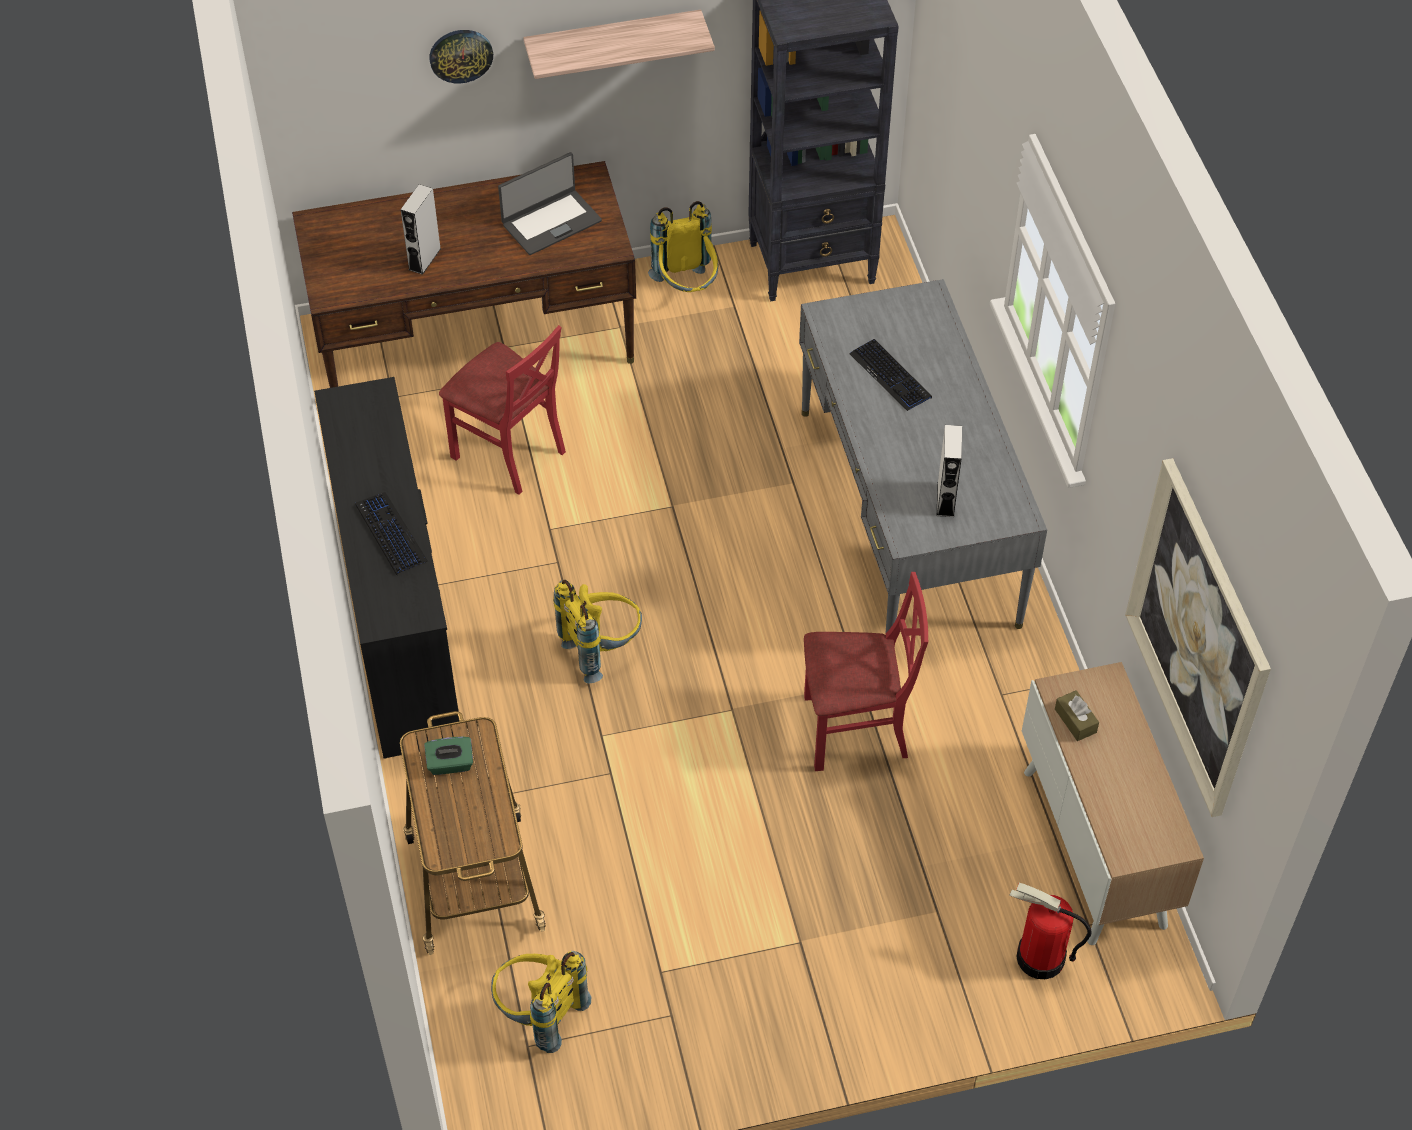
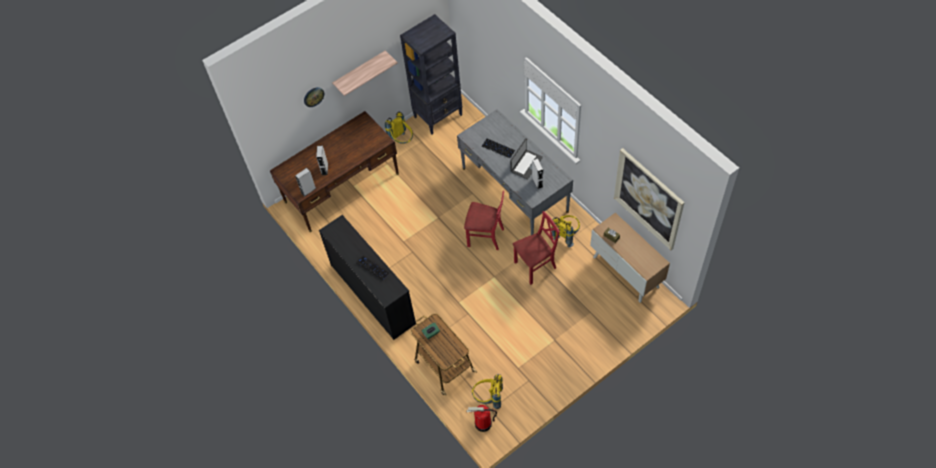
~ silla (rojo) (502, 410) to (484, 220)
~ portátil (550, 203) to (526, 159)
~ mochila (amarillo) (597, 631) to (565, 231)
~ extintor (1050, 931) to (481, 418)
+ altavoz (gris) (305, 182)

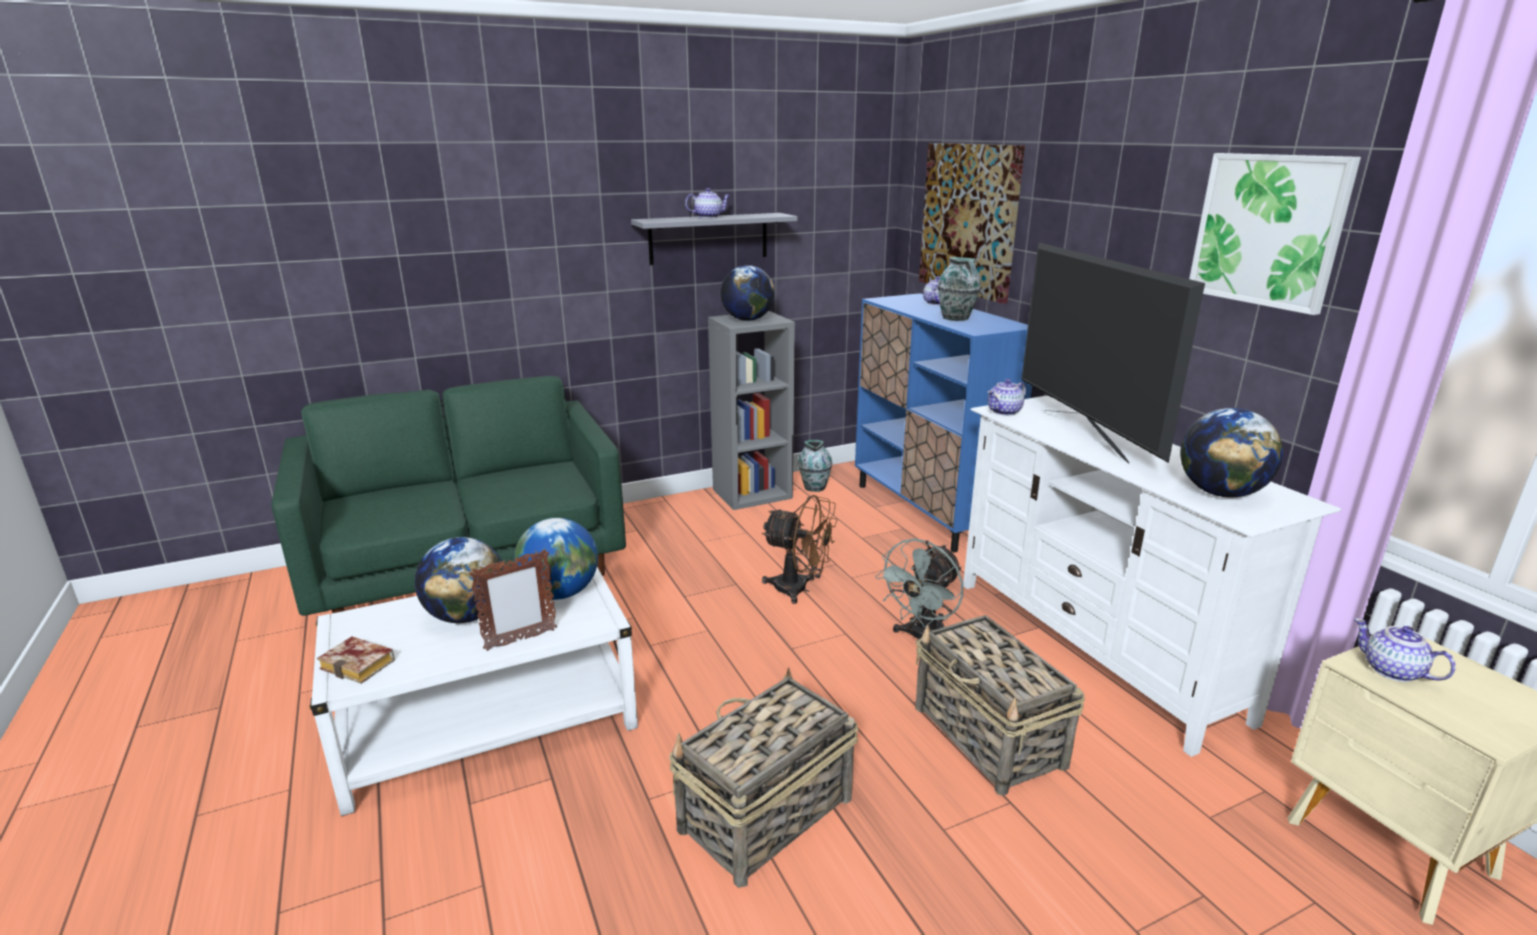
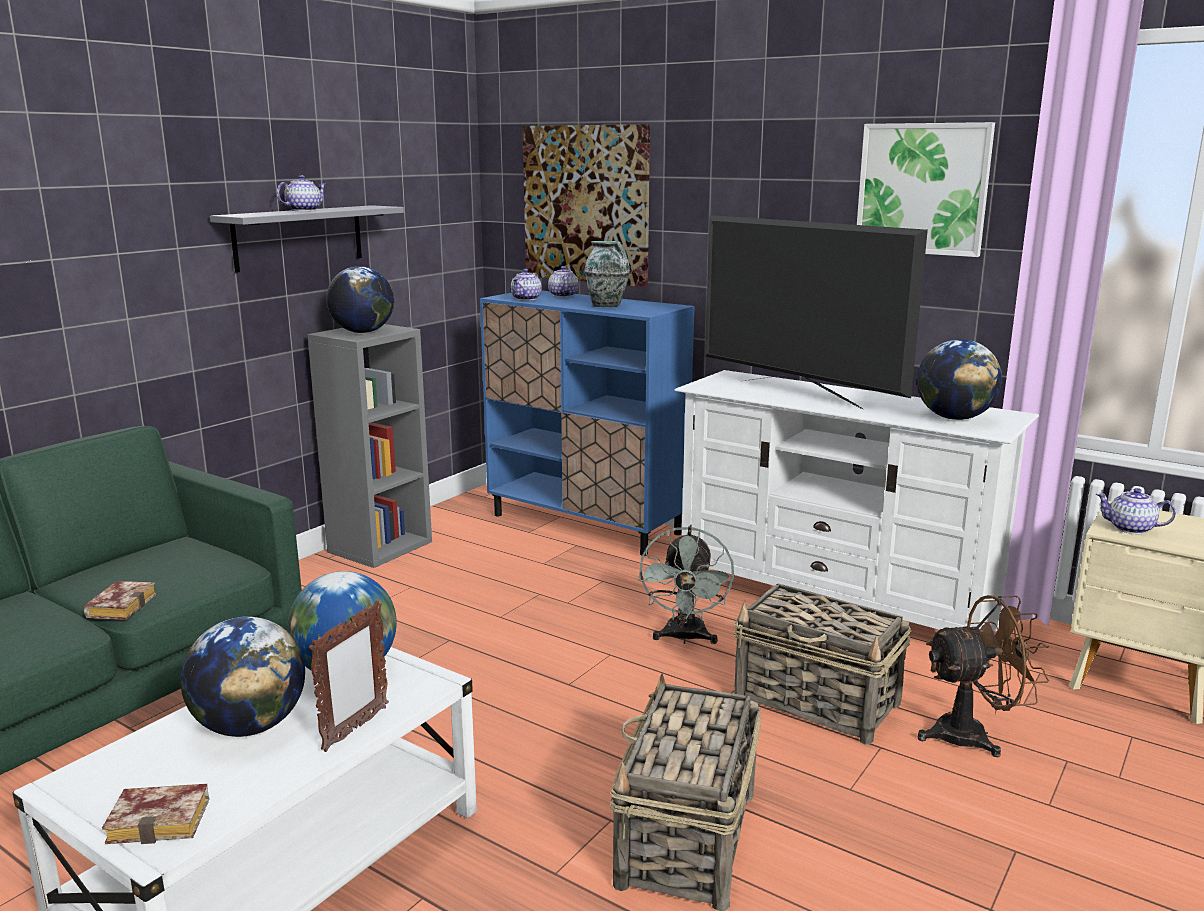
~ ventilador (marrón) (799, 549) to (983, 676)
- florero (815, 466)
~ tetera (1006, 397) to (526, 285)
+ libro (120, 600)

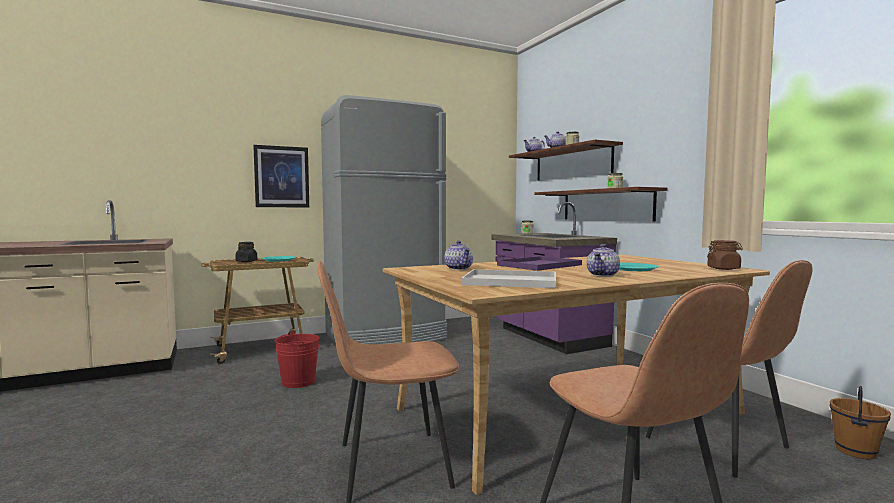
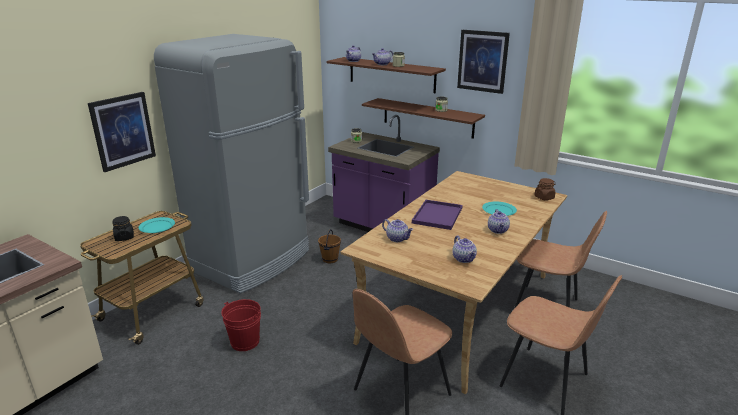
~ bandeja (blanco) (508, 278) to tetera (464, 249)
~ cubo (marrón) (860, 422) to (329, 246)
+ cuadro (483, 62)

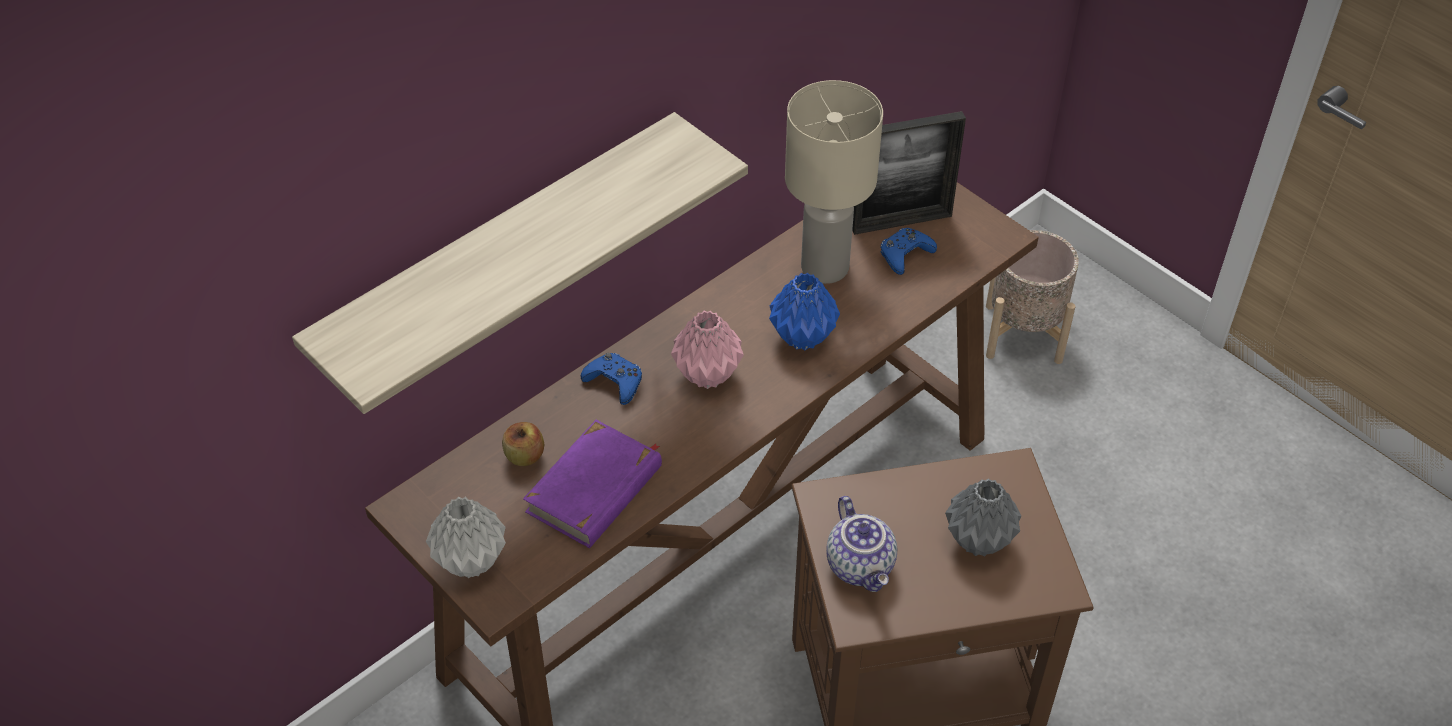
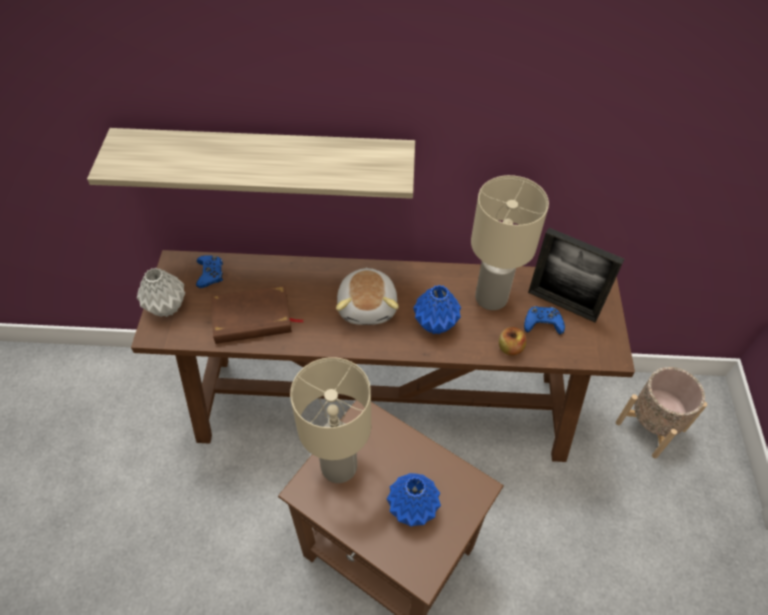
~ manzana (523, 444) to (512, 341)
~ libro (morado) (592, 484) to libro (marrón) (257, 314)
~ mando de consola (azul) (611, 379) to (209, 271)
~ florero (rosa) (707, 350) to peluche (367, 296)
~ tetera (861, 544) to lámpara de mesa (beis) (330, 420)
~ florero (gris) (983, 517) to florero (azul) (414, 499)

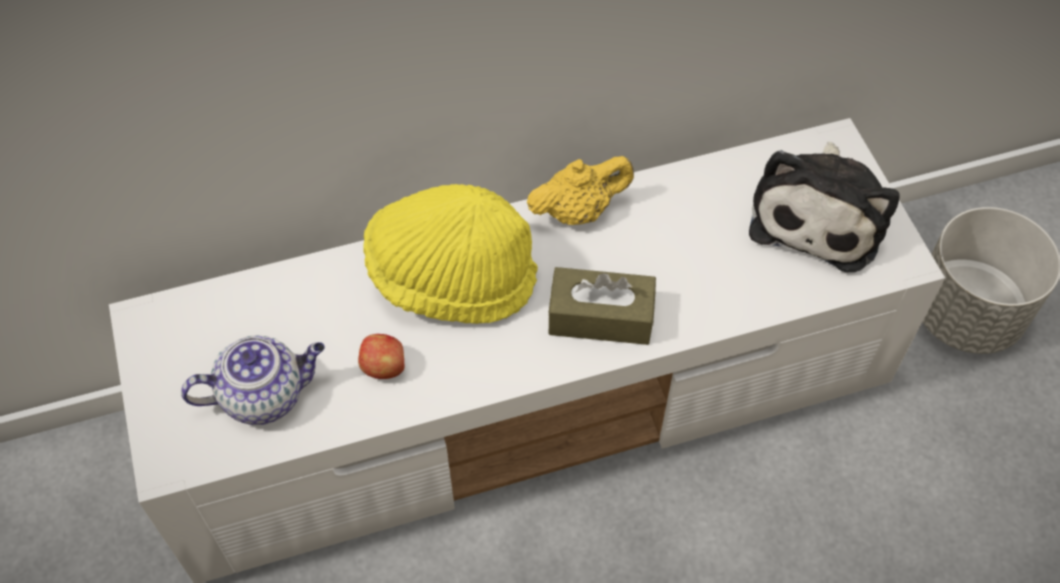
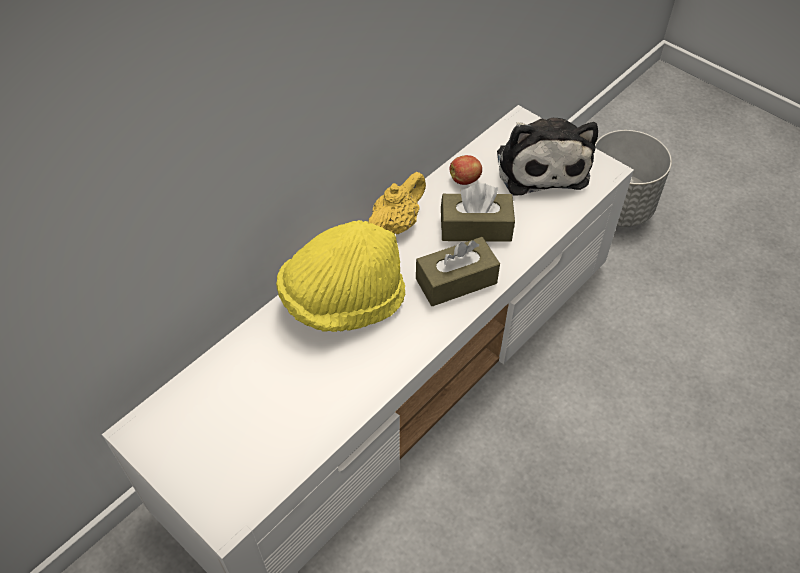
- tetera (253, 380)
~ manzana (381, 356) to (465, 170)
+ caja de pañuelos (marrón) (478, 212)

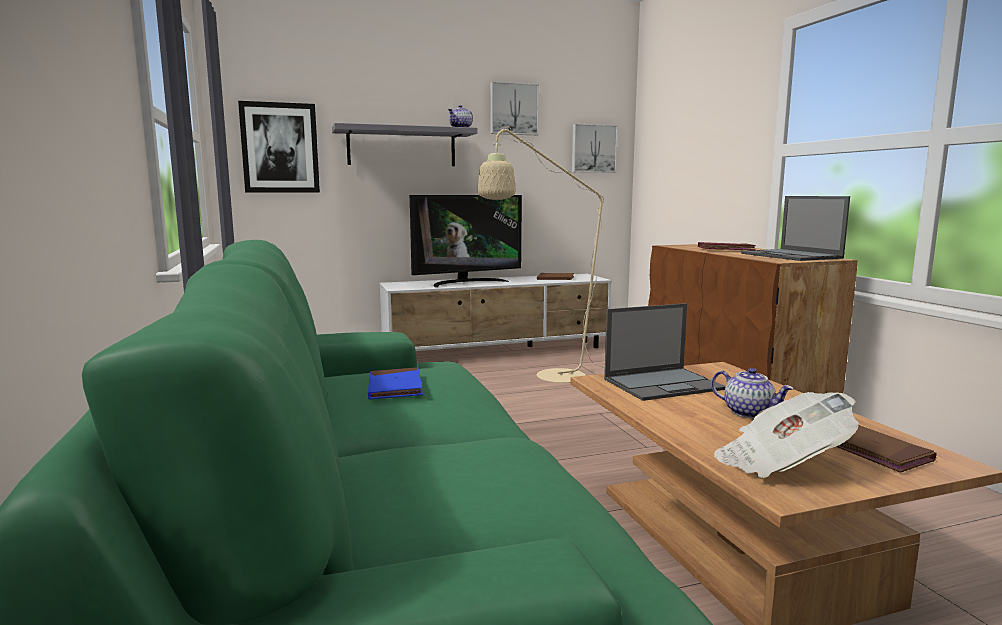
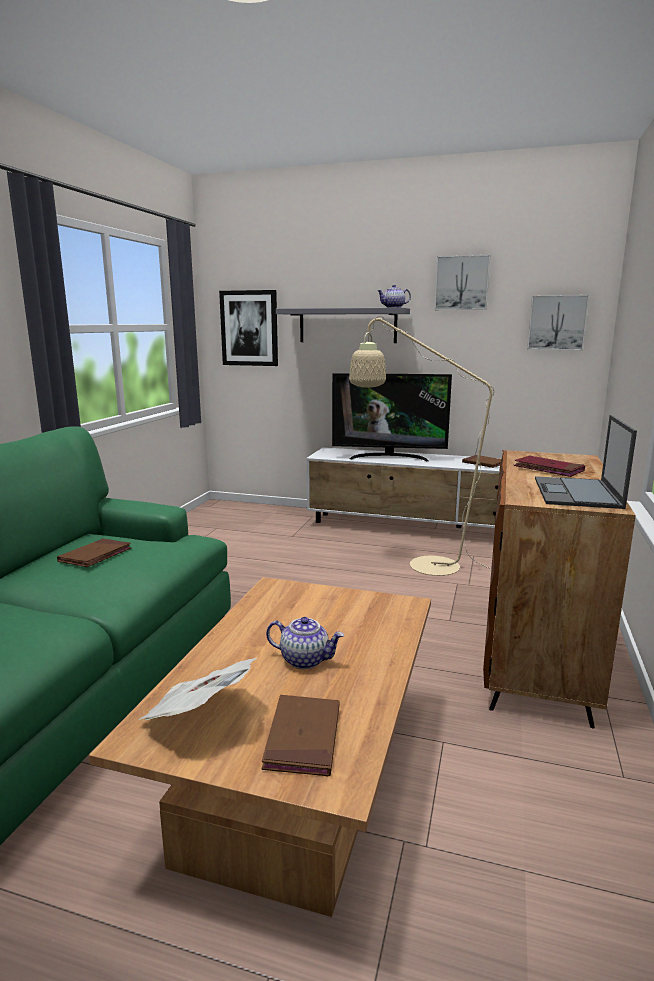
~ libro (azul) (395, 383) to libro (marrón) (94, 552)
- portátil (665, 352)
~ tetera (752, 393) = (305, 643) 60 degrees counterclockwise

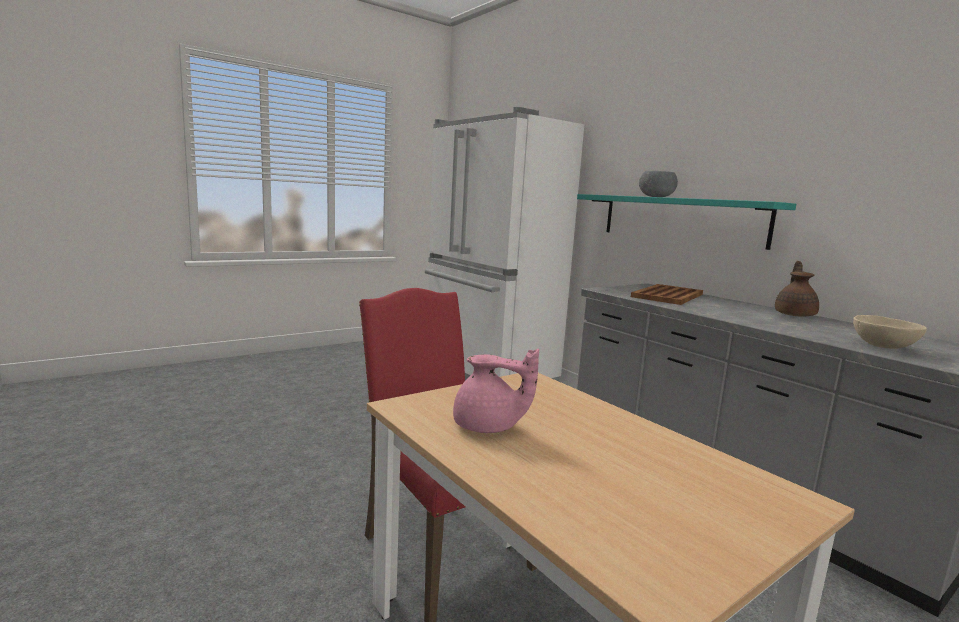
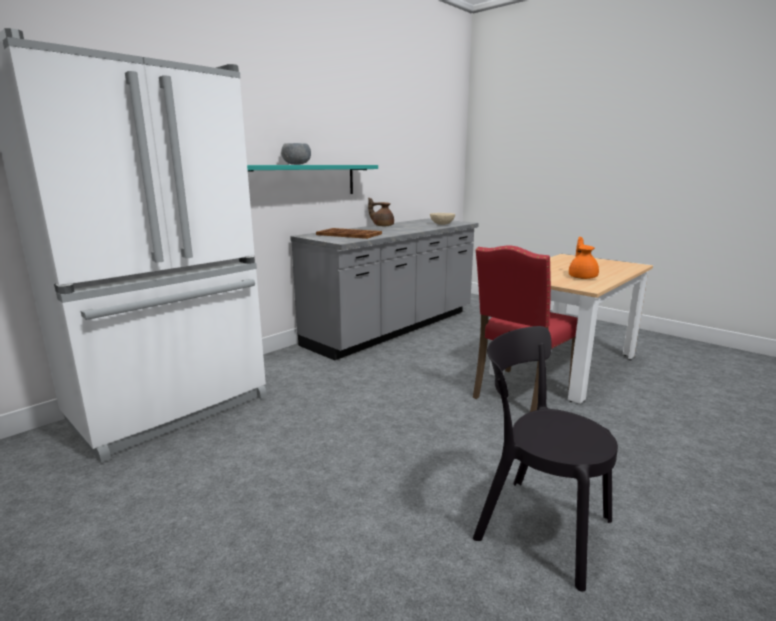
~ tetera (rosa) (496, 391) to tetera (naranja) (584, 258)
+ silla (negro) (545, 459)

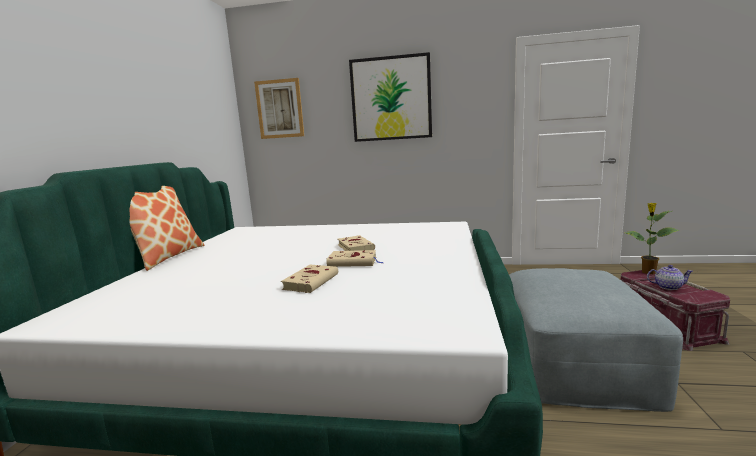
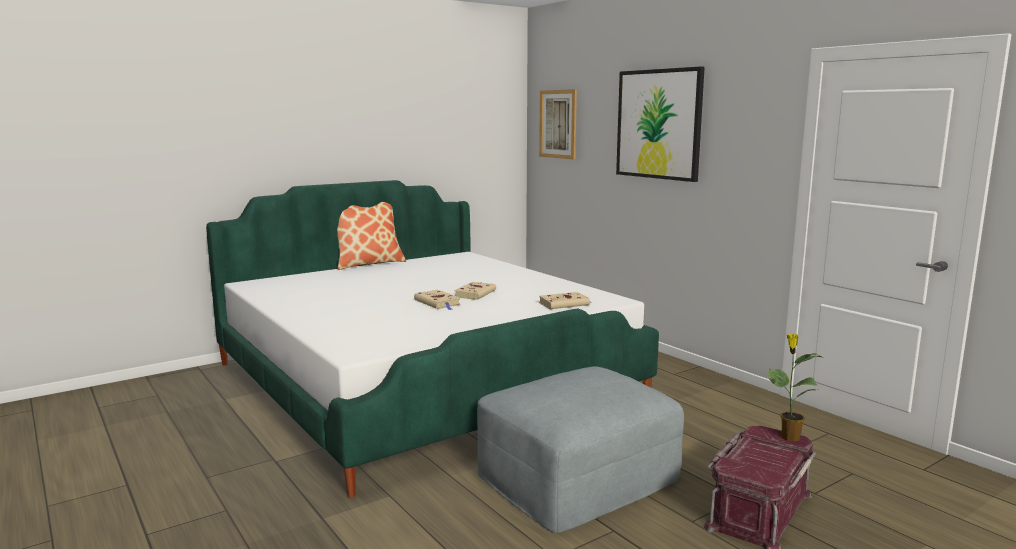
~ libro (beis) (309, 279) to (566, 300)
- tetera (670, 277)

